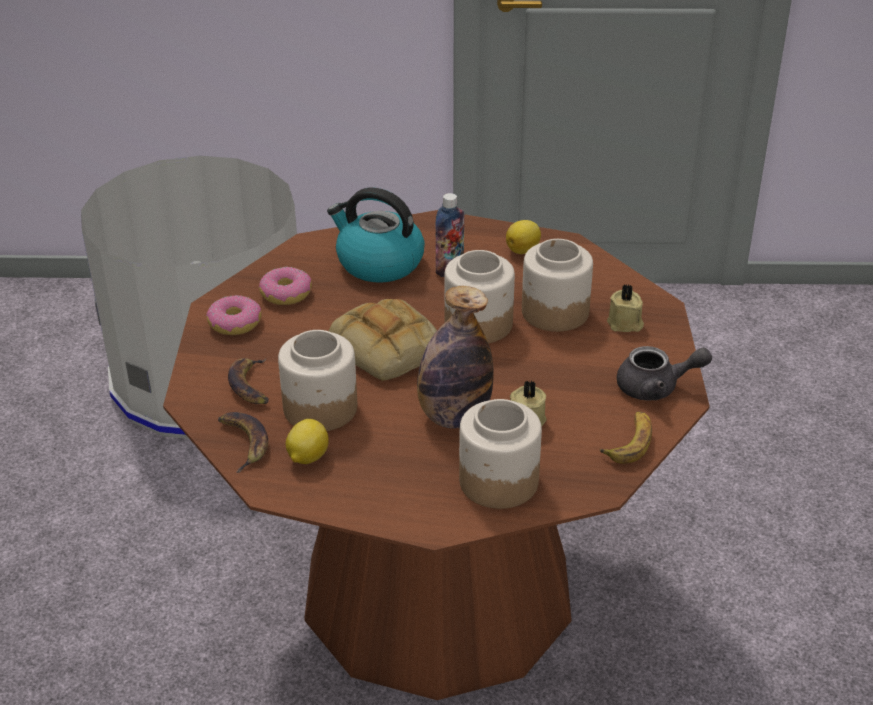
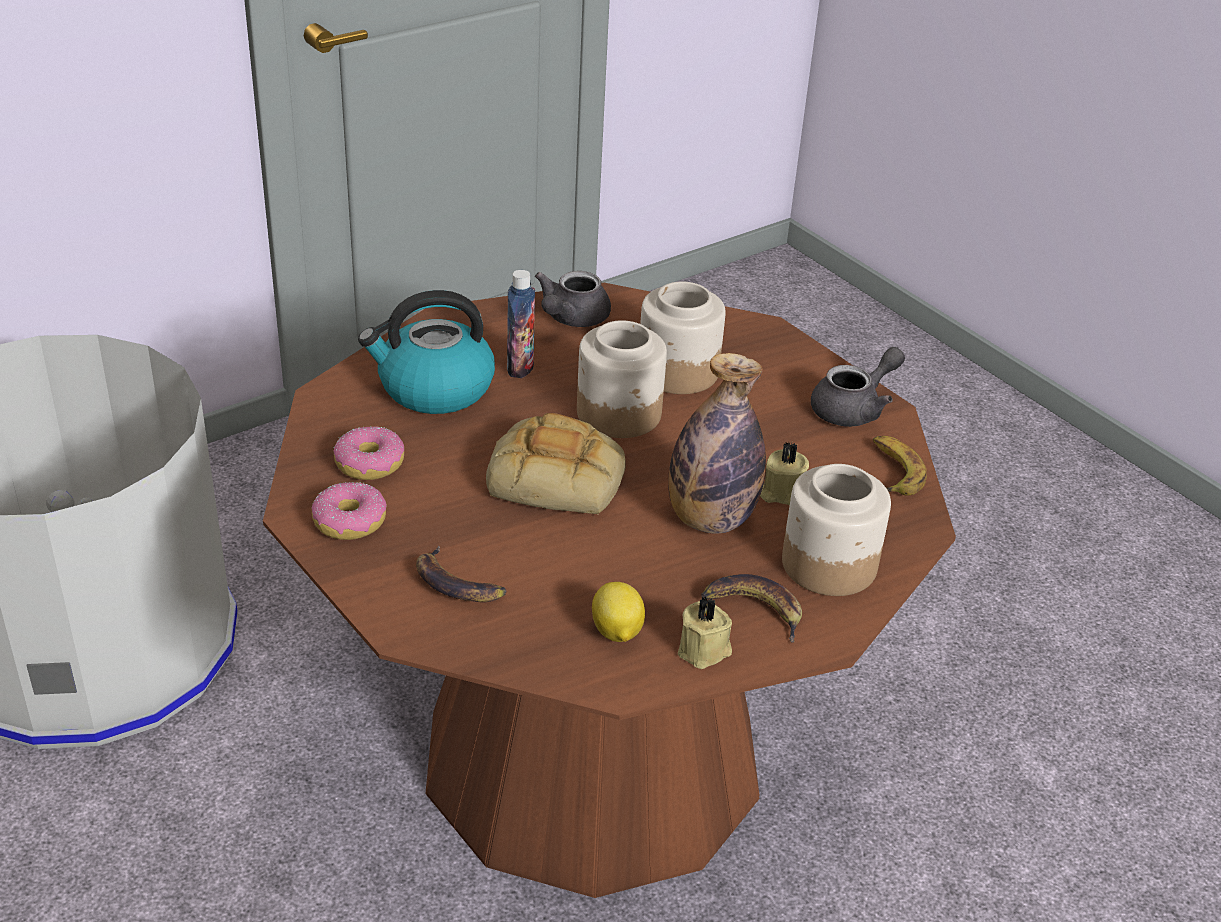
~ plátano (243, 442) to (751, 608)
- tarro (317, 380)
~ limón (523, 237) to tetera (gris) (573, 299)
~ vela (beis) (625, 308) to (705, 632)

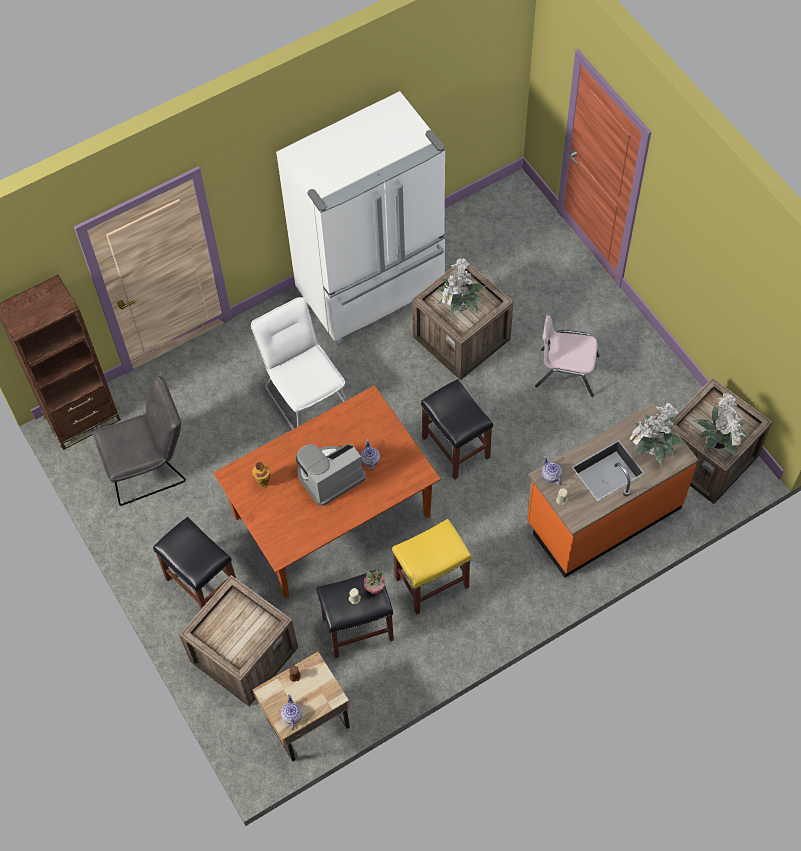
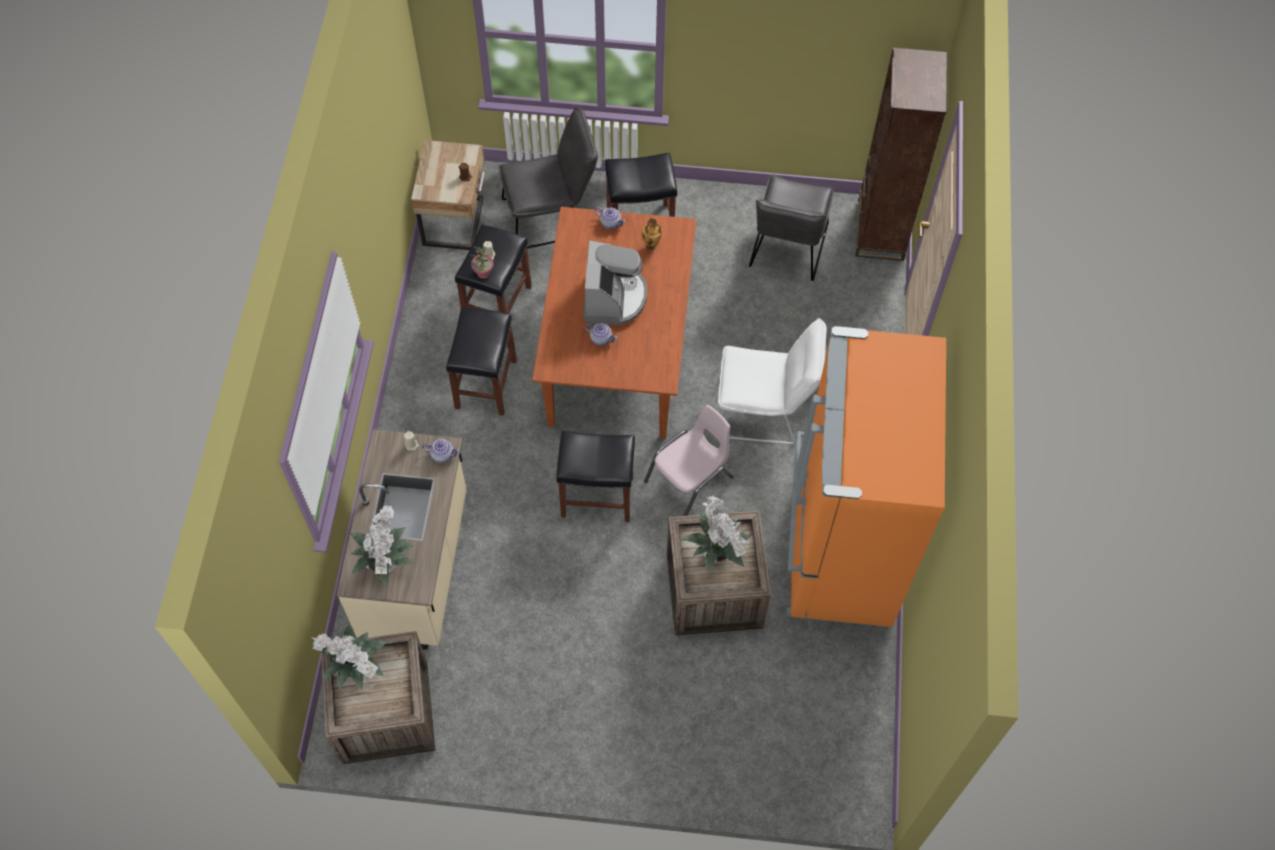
~ caja de embalaje (238, 640) to silla (gris) (548, 178)
~ nevera (blanco) (361, 218) to nevera (naranja) (866, 476)
~ tetera (291, 712) to (610, 218)
~ taburete (amarillo) (432, 567) to taburete (negro) (481, 361)
~ mueble bajo de cocina (naranja) (613, 490) to mueble bajo de cocina (beis) (402, 539)
~ silla (rosa) (567, 356) to (689, 460)

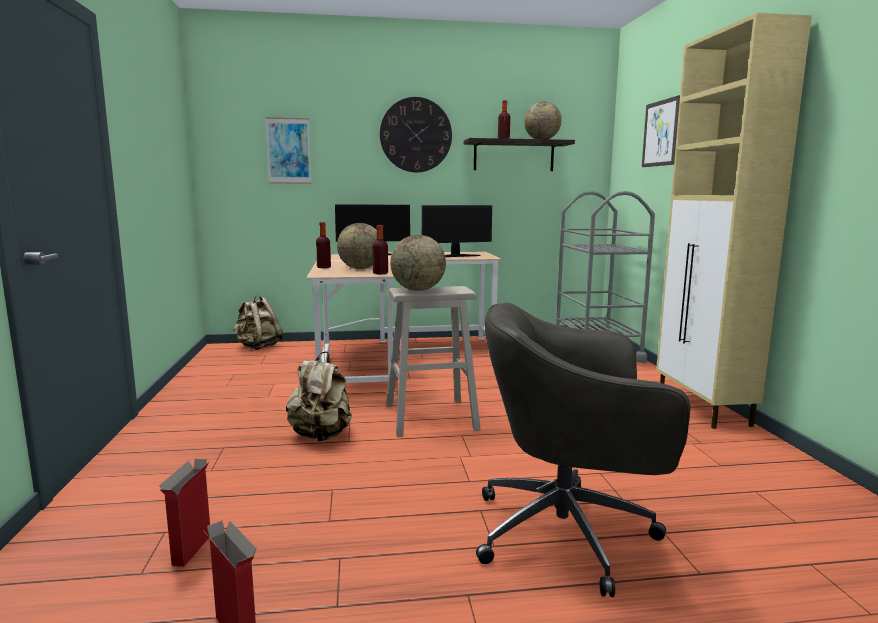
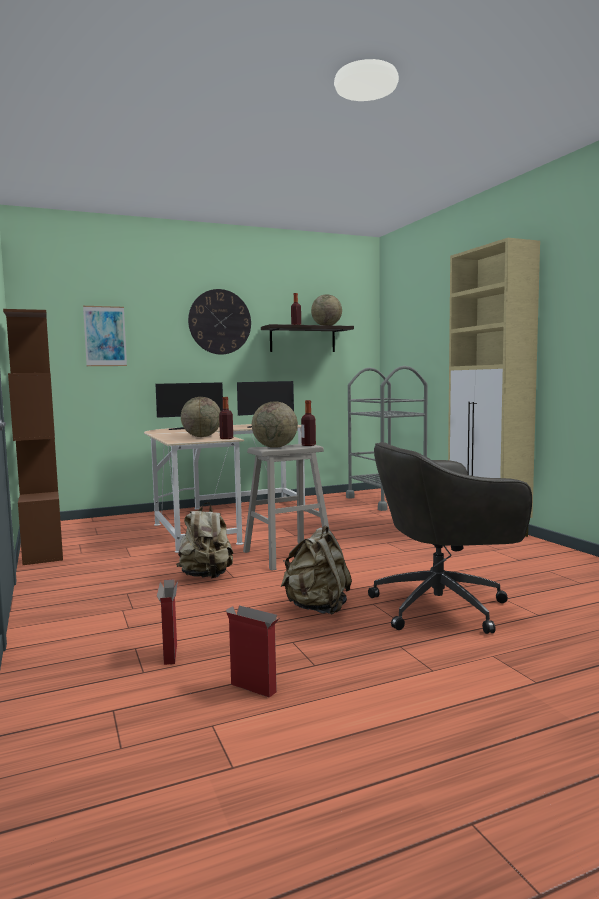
~ mochila (beis) (258, 322) to (316, 570)
~ botella (323, 245) to (308, 423)
- cuadro (661, 131)
+ estantería (marrón) (33, 437)

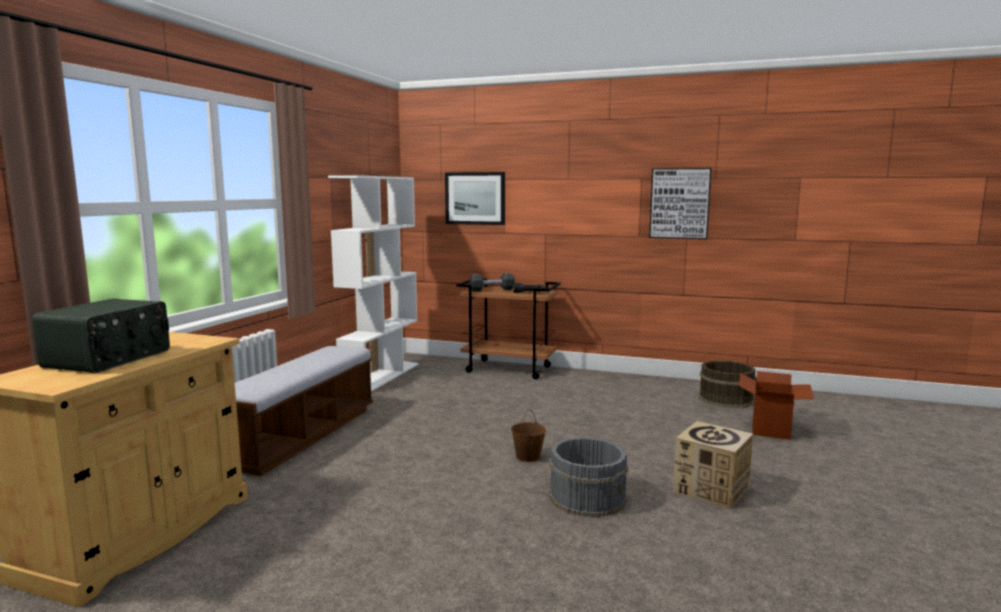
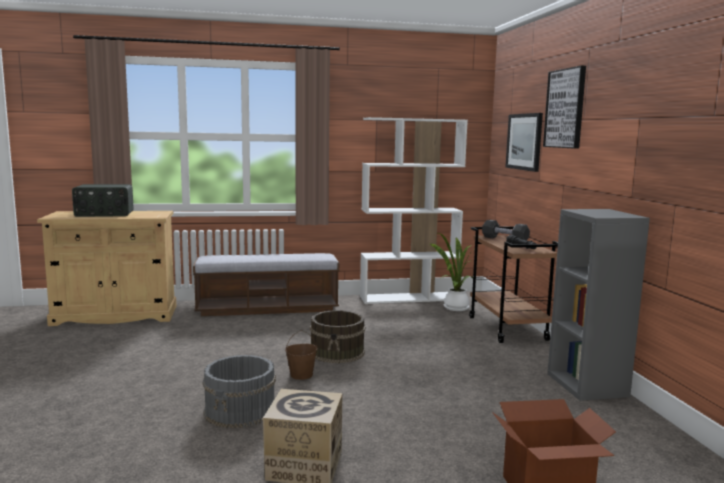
~ cuadro (680, 203) to (564, 107)
~ cubo (marrón) (728, 384) to (338, 336)
+ planta en maceta (452, 272)
+ estantería (gris) (598, 305)

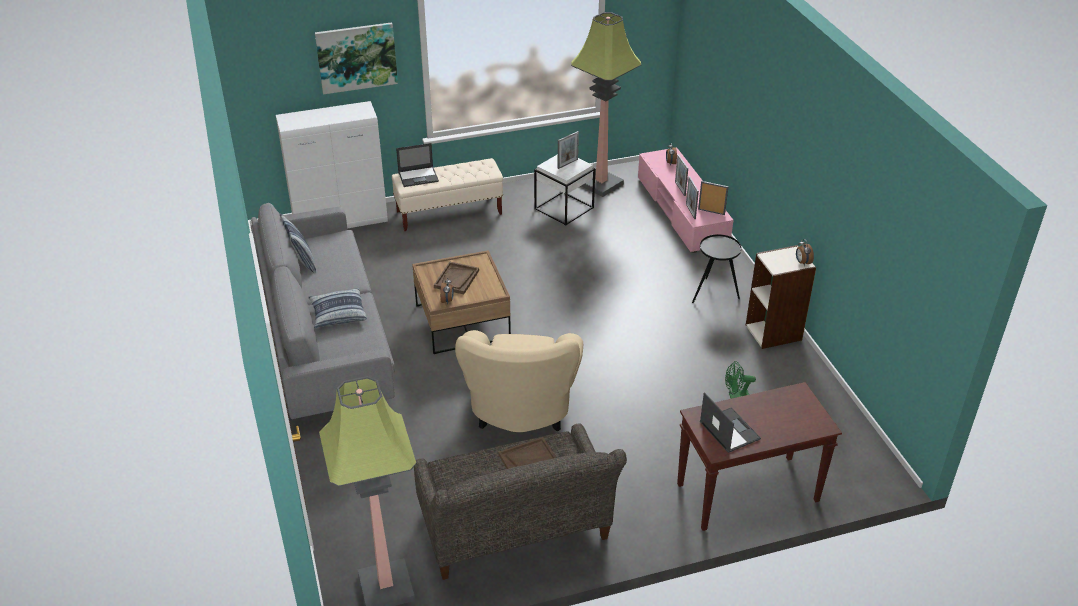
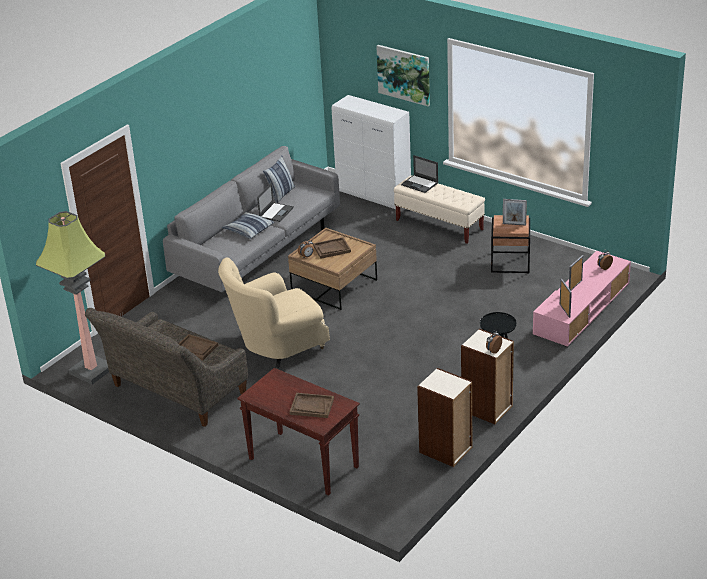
~ mesa auxiliar (blanco) (564, 190) to mesa auxiliar (marrón) (510, 244)
- lámpara de pie (606, 104)
- portarretratos (692, 197)
~ portátil (730, 422) to (275, 202)
- ventilador (verde) (740, 380)
+ bandeja (marrón) (311, 405)
+ estantería (444, 417)

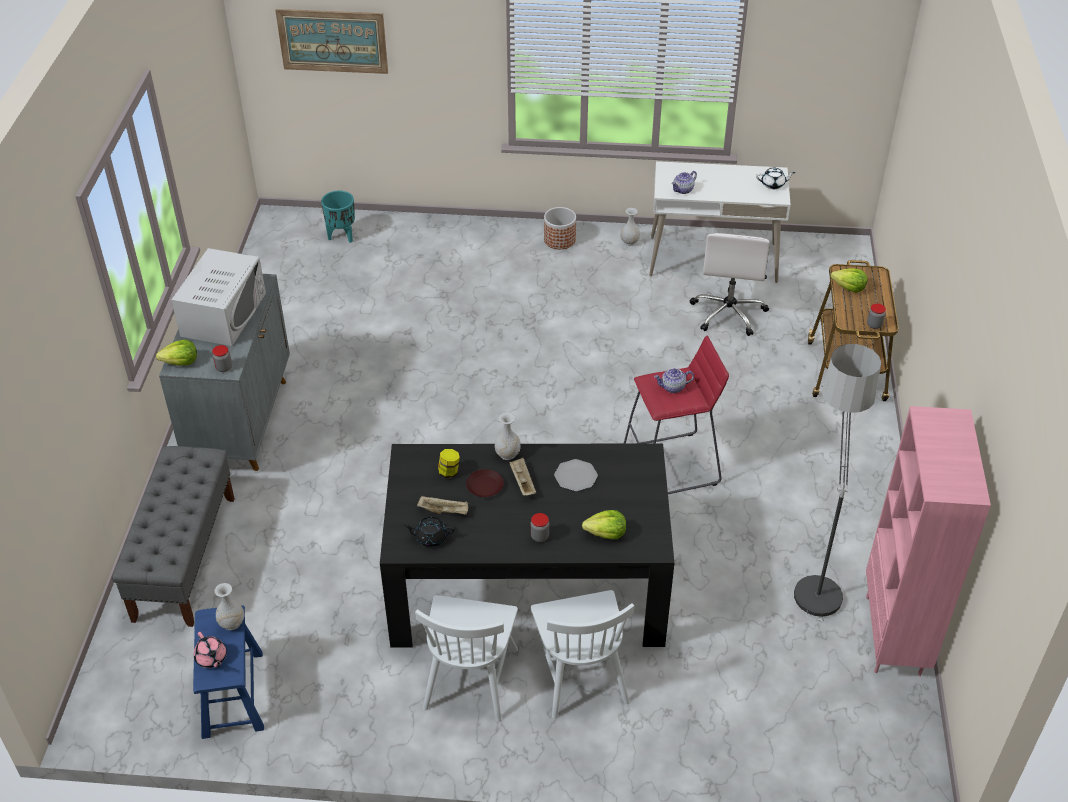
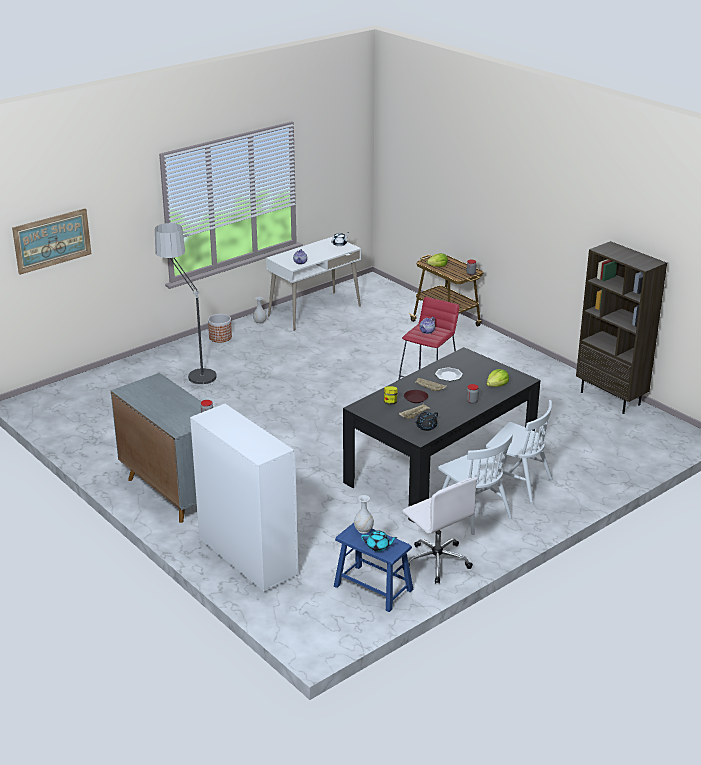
~ banco (gris) (173, 536) to armario (blanco) (244, 498)
- lechuga (176, 353)
- microondas (blanco) (218, 297)
~ tetera (rosa) (210, 650) to tetera (turquesa) (379, 541)
- maceta (turquesa) (338, 217)
- florero (blanco) (508, 436)
~ silla de oficina (blanco) (730, 284) to (439, 530)
~ lámpara de pie (833, 482) to (186, 304)
~ estantería (rosa) (928, 541) to estantería (marrón) (621, 327)

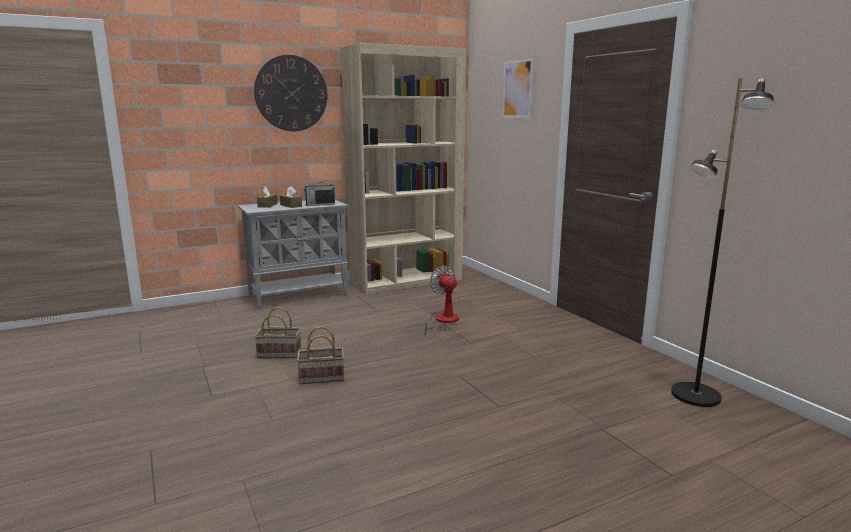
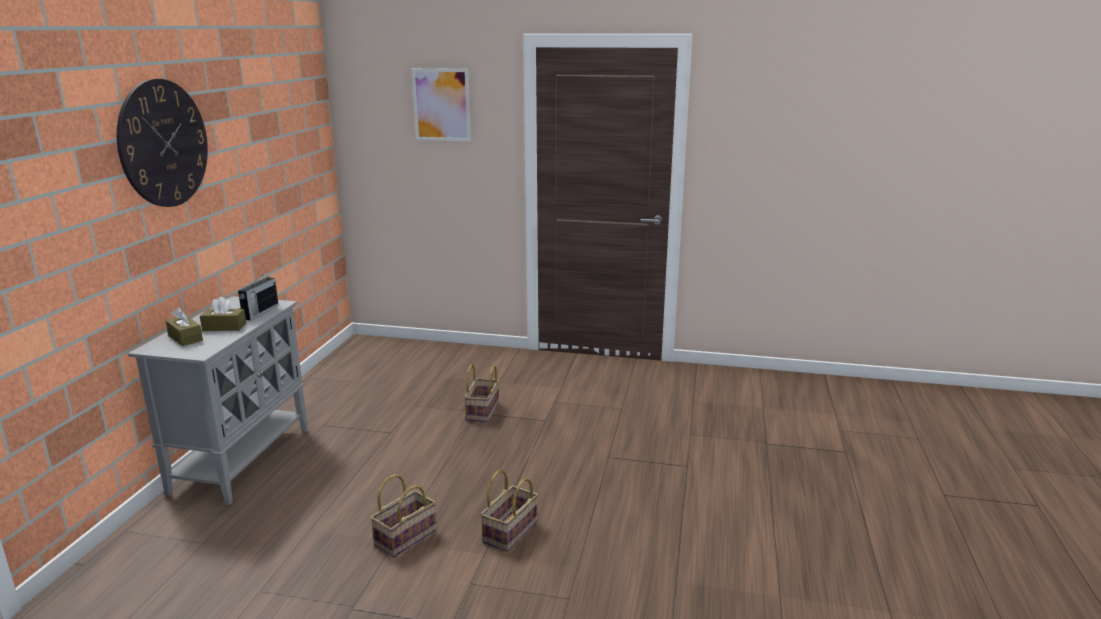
- estantería (beis) (403, 168)
~ ventilador (441, 300) to cesta (481, 393)
- lámpara de pie (negro) (722, 242)

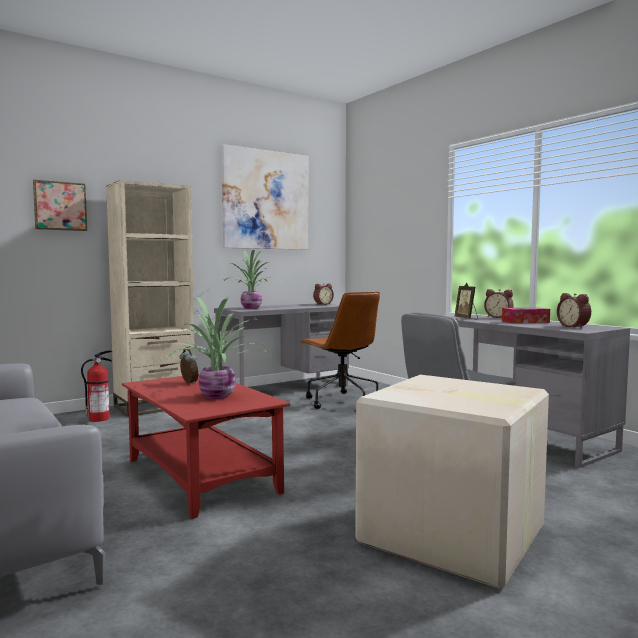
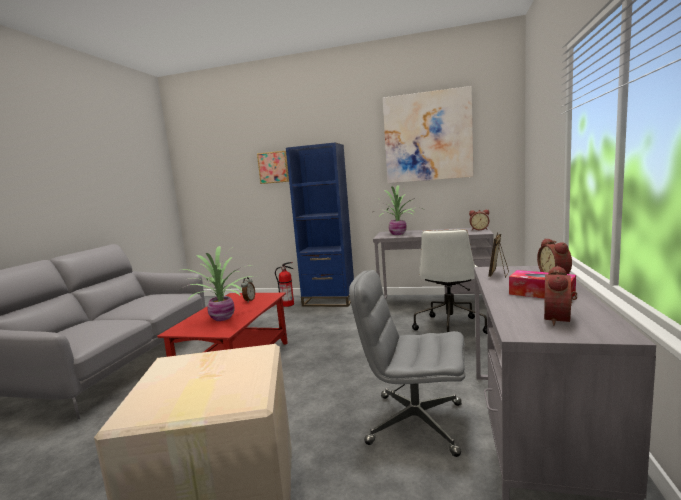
~ estantería (beis) (150, 298) to estantería (azul) (320, 225)
~ silla de oficina (marrón) (340, 350) to silla de oficina (blanco) (449, 281)

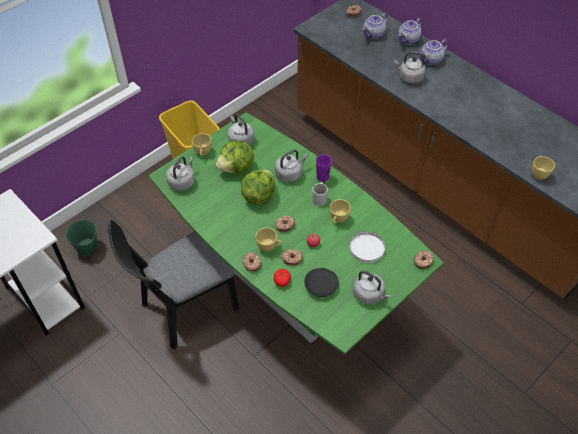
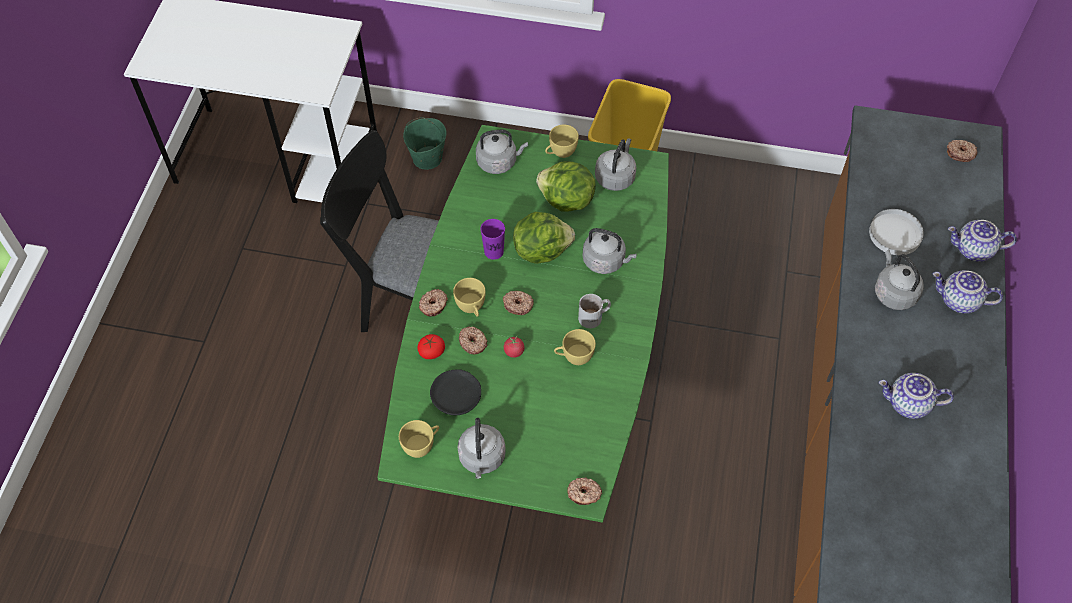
~ taza (morado) (324, 168) to (492, 239)
~ plato (blanco) (367, 247) to (896, 232)
~ tetera (375, 26) to (916, 396)
~ taza (amarillo) (543, 168) to (419, 439)

